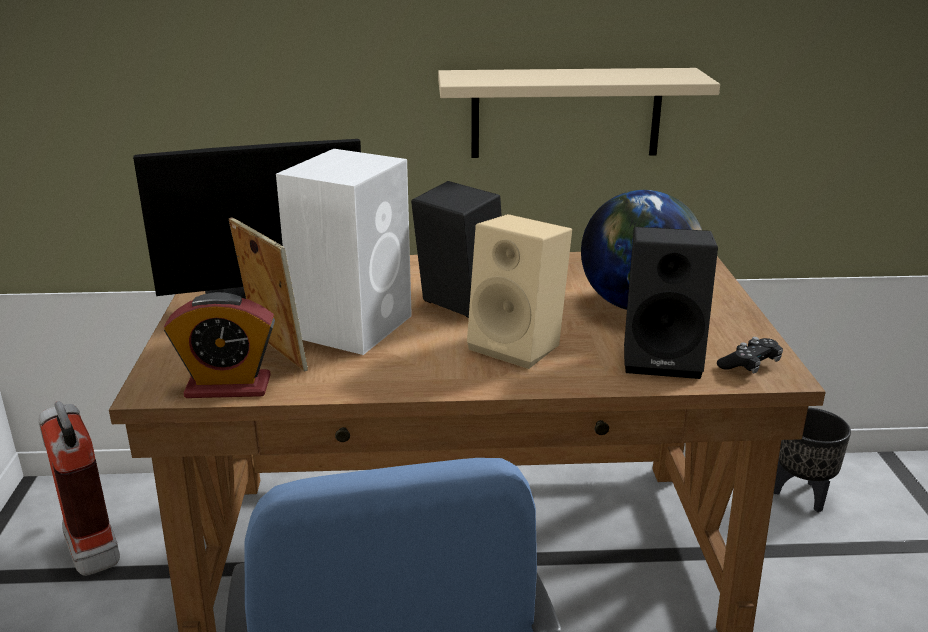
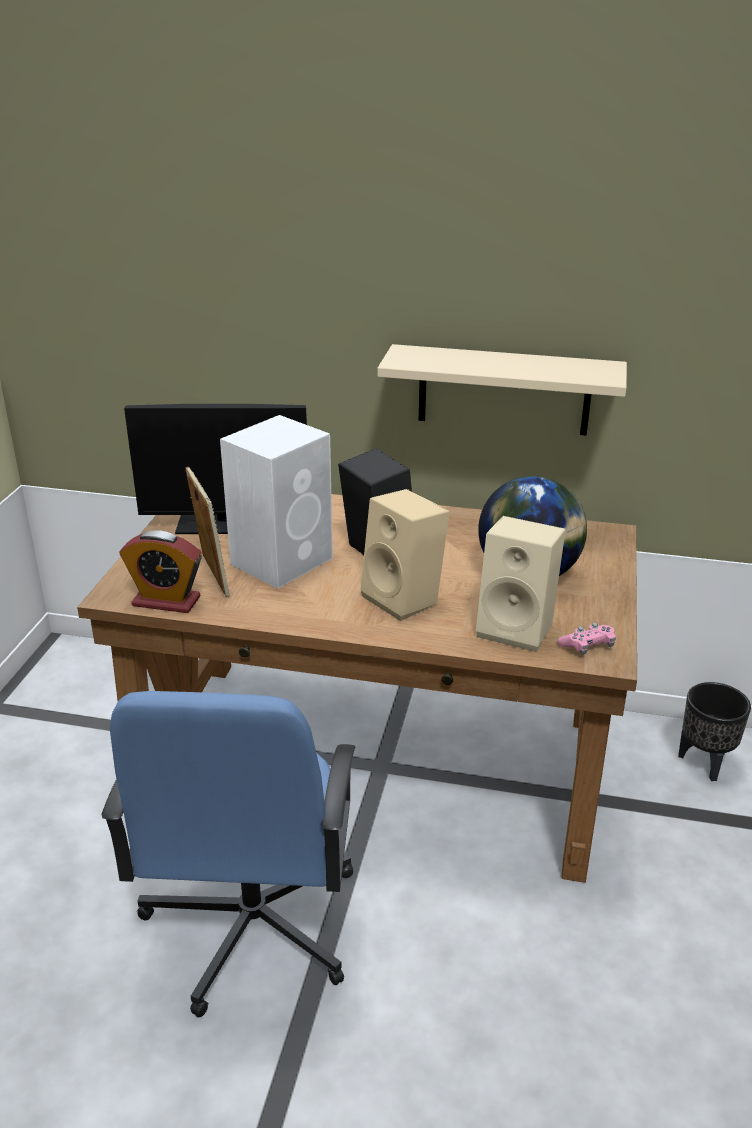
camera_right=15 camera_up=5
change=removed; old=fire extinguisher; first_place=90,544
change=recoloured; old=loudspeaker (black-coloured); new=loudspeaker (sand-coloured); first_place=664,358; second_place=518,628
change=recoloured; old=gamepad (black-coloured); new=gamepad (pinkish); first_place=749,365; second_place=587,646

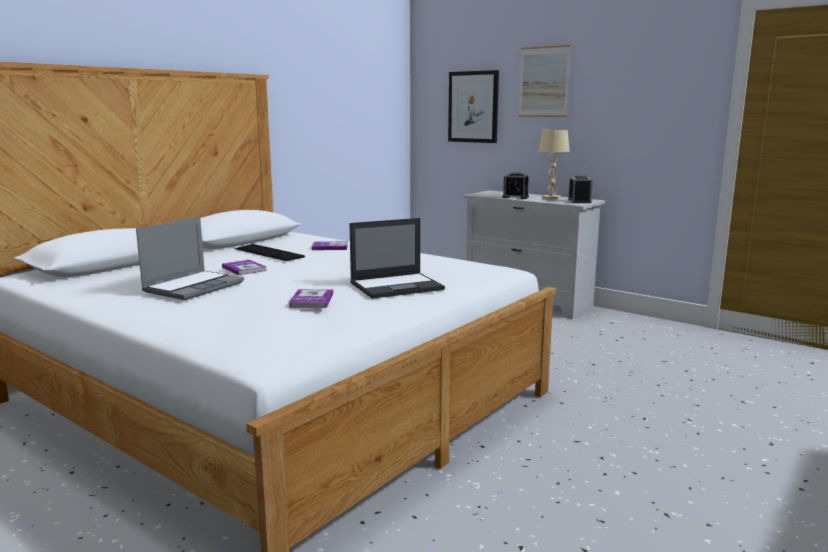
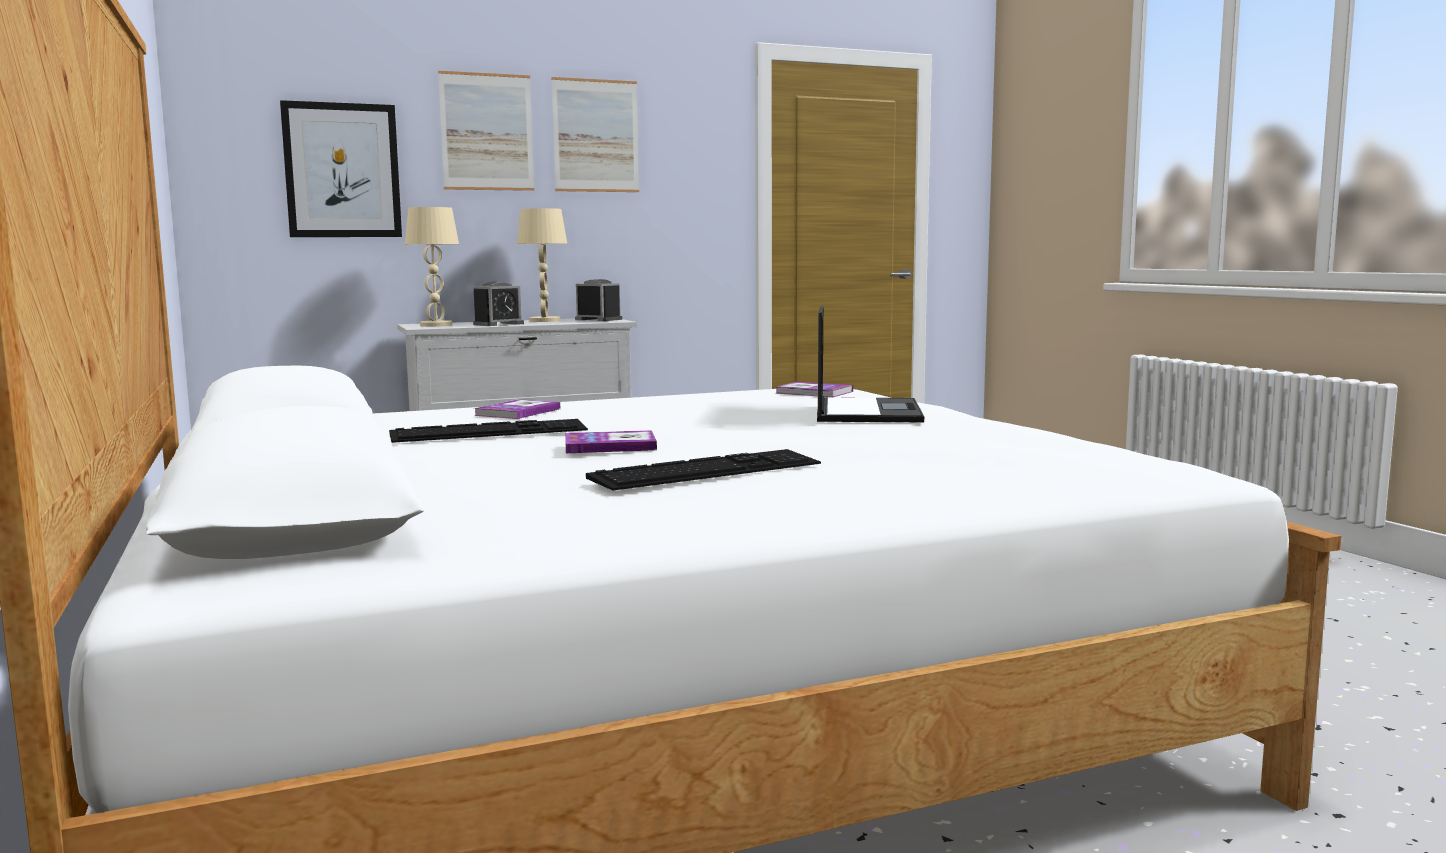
camera_right=-60 camera_up=-5
change=replaced; old=portable computer; new=computer keyboard; first_place=194,287; second_place=706,470
change=moved; old=book; first_place=311,300; second_place=814,392
change=added; new=tabletop lamp (sand-coloured); second_place=436,325
change=added; new=wall art; second_place=596,136

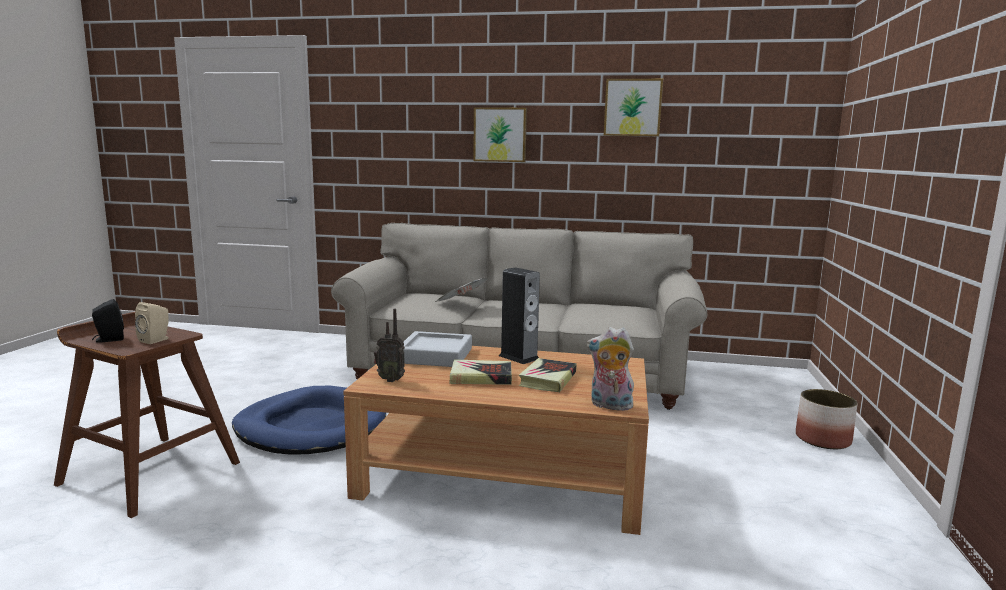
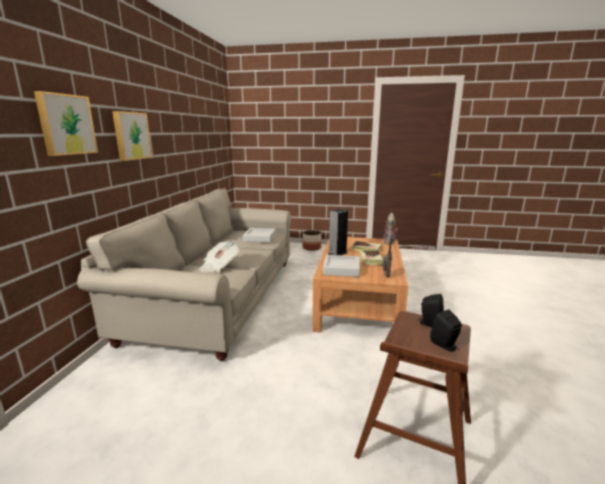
camera_right=-90 camera_up=5
change=recoloured; old=loudspeaker (sand-coloured); new=loudspeaker (black-coloured); first_place=156,340; second_place=429,324
change=removed; old=pet bed (blue); first_place=311,427
change=moved; old=wall art; first_place=632,108; second_place=66,124
change=added; new=serving tray (grey); second_place=259,238

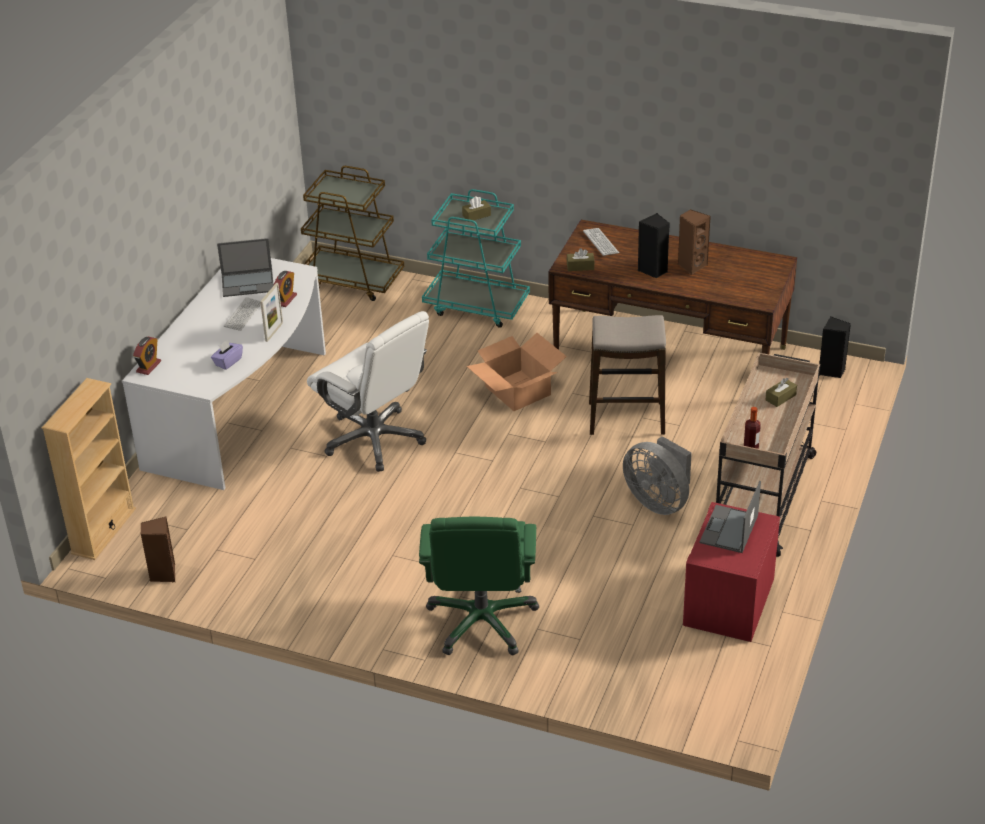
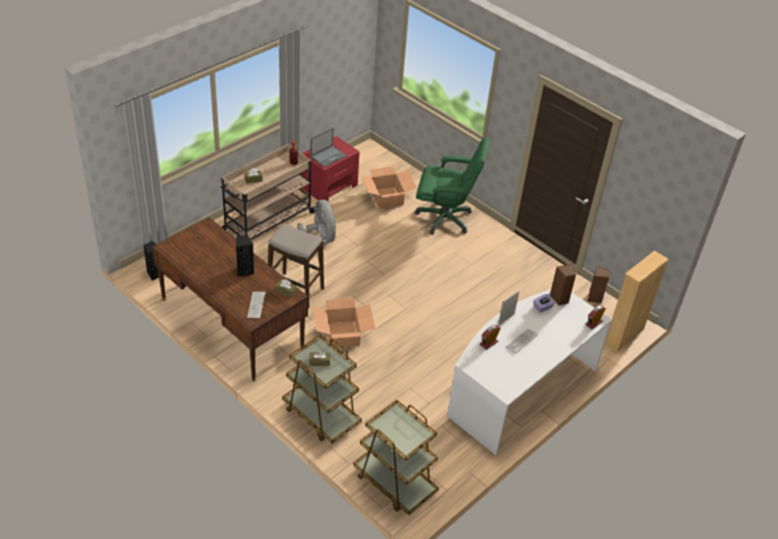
camera_right=-160 camera_up=5
change=removed; old=portable computer; first_place=248,283
change=removed; old=computer chair (whitish); first_place=375,439
change=turned; old=computer chair (green-coloured); first_place=482,621; second_place=445,218; degrees=75
change=recoloured; old=cart (turquoise-coloured); new=cart (brown-coloured); first_place=476,306; second_place=321,415
change=moved; old=loudspeaker (brown-coloured); first_place=691,265; second_place=559,299
change=added; new=cardboard box; second_place=387,197

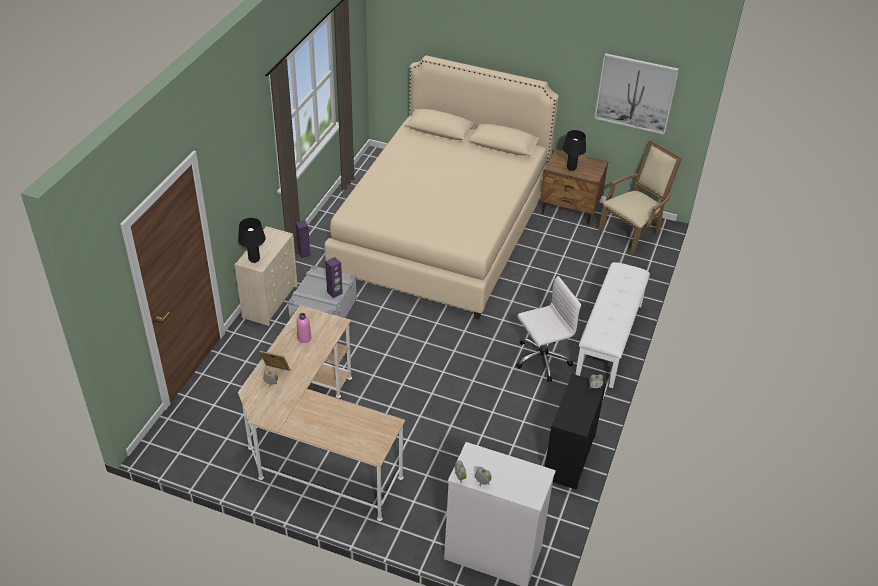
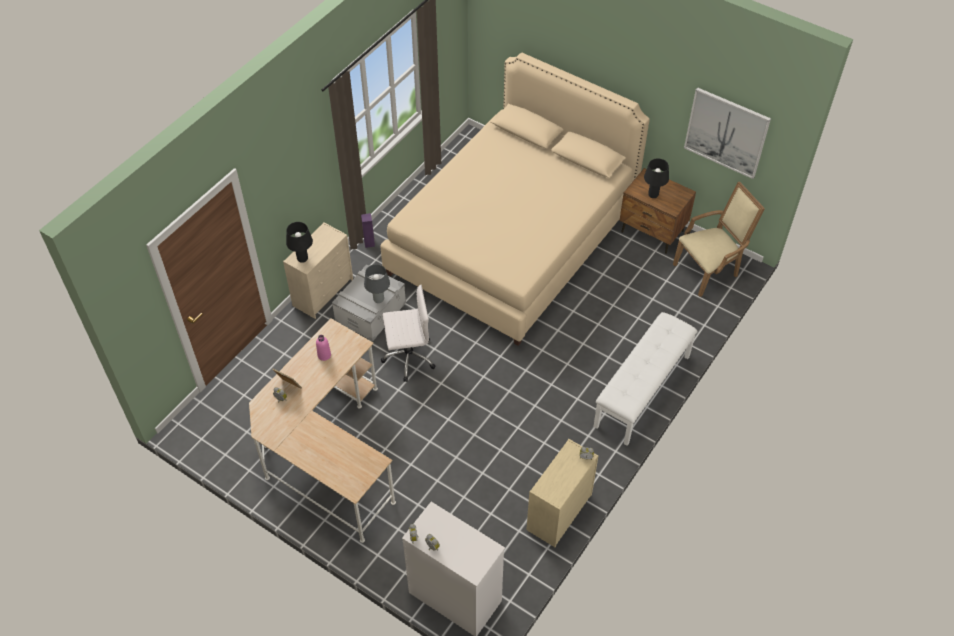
camera_right=15 camera_up=10
change=replaced; old=loudspeaker (purplish); new=tabletop lamp (grey); first_place=335,293; second_place=379,299
change=moved; old=computer chair (whitish); first_place=541,359; second_place=408,357
change=recoloured; old=dresser (black-coloured); new=dresser (sand-coloured); first_place=569,458; second_place=558,513

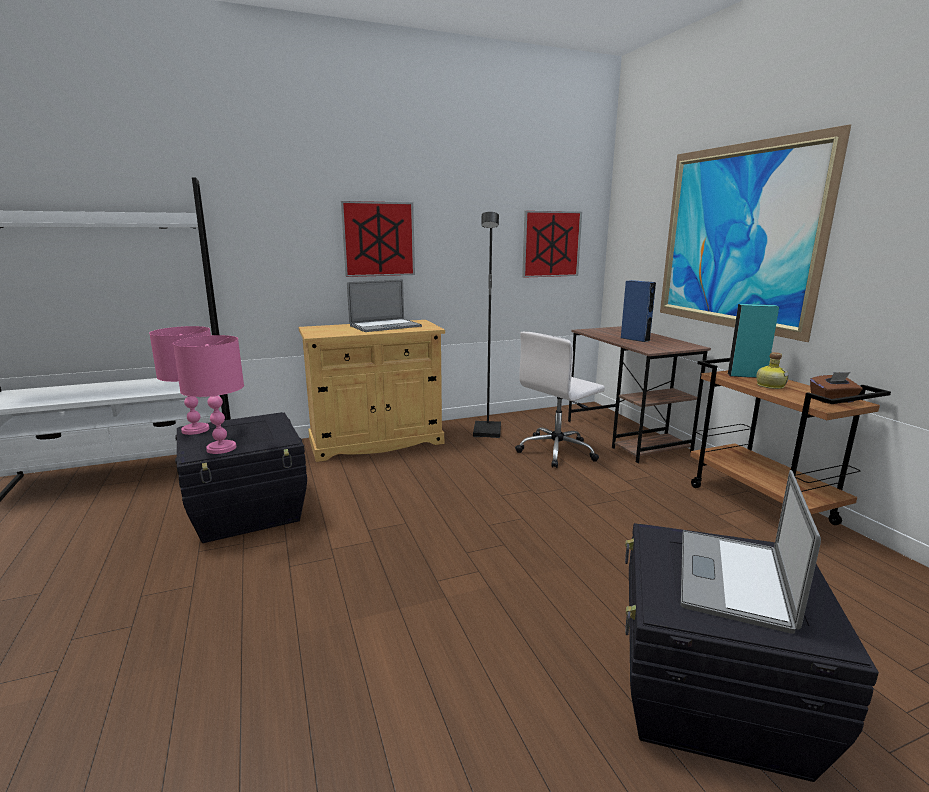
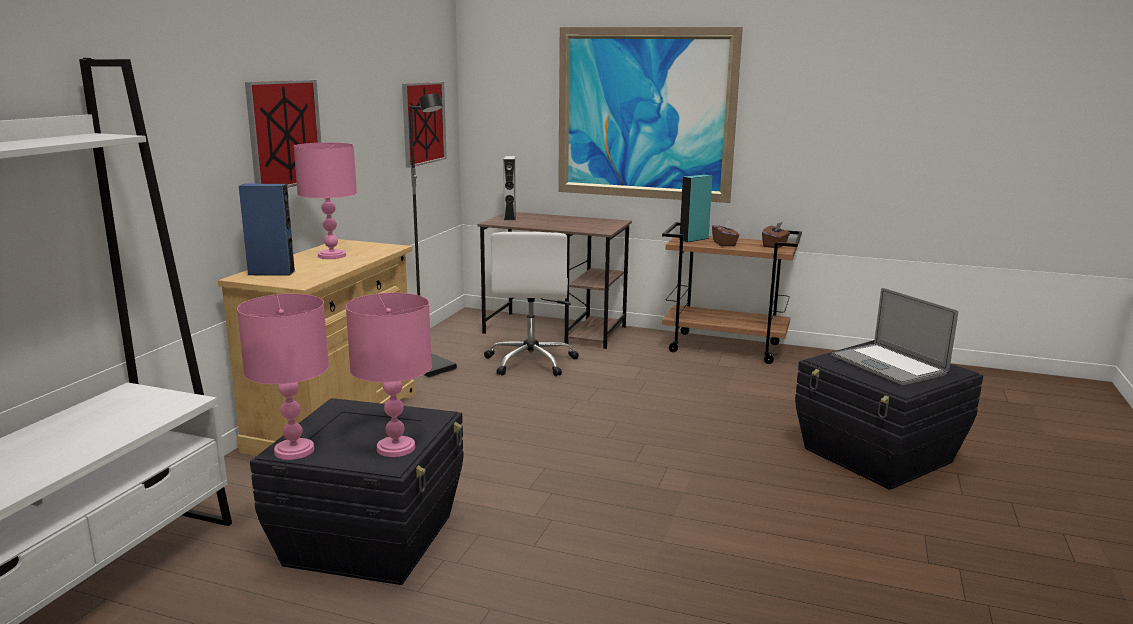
camera_right=-50 camera_up=0
change=replaced; old=portable computer; new=tabletop lamp (pinkish); first_place=385,326; second_place=332,255
change=moved; old=loudspeaker (blue); first_place=635,339; second_place=271,273
change=replaced; old=drink bottle; new=box of tissues (brown-coloured); first_place=769,385; second_place=724,244
change=added; new=loudspeaker (grey); second_place=510,217

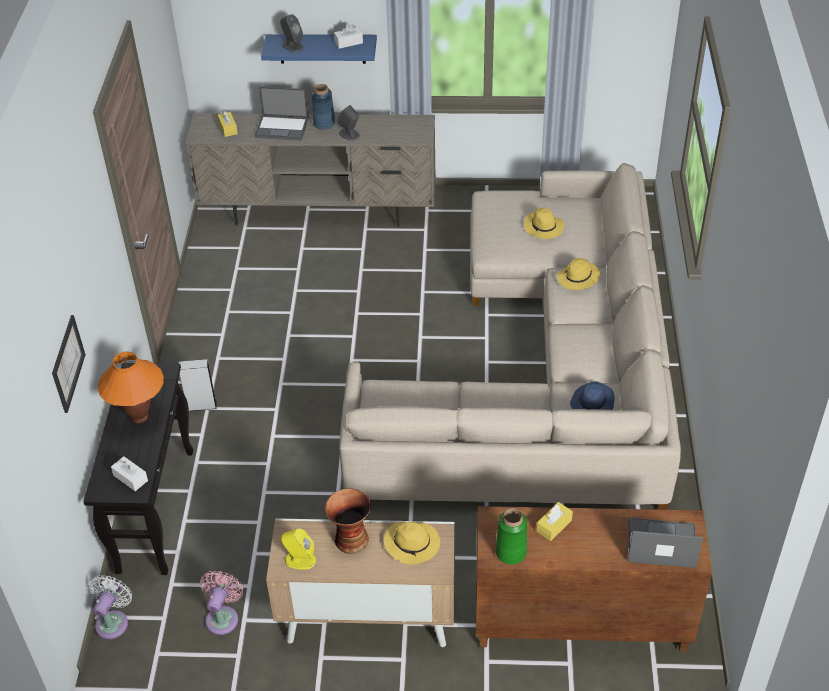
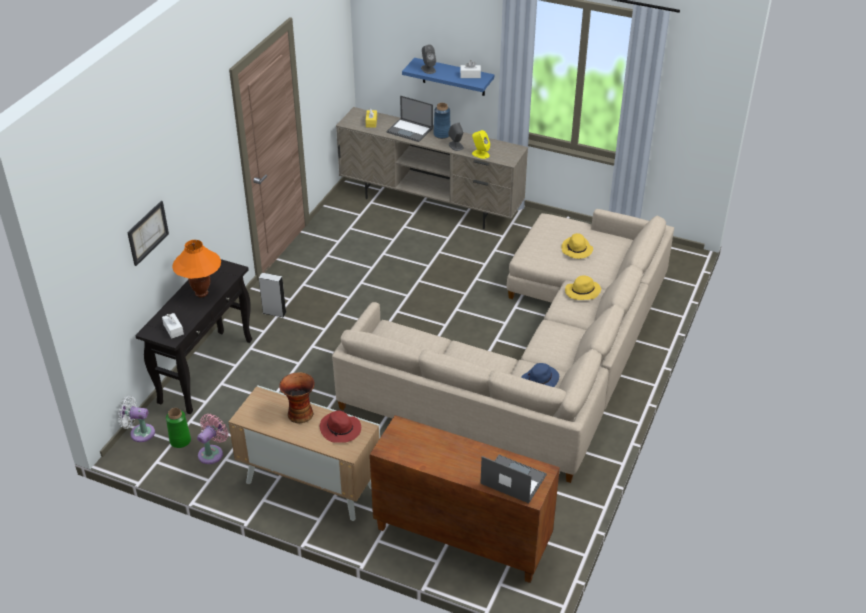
camera_right=20 camera_up=-5
change=turned; old=electric fan (whitish); first_place=113,621; second_place=139,433; degrees=-120
change=moved; old=loudspeaker (yellow); first_place=299,560; second_place=480,154
change=recoloured; old=wearable hat (yellow); new=wearable hat (red-coloured); first_place=413,544; second_place=341,429
change=moved; old=decorative vase (green-coloured); first_place=511,552; second_place=180,441
change=removed; old=box of tissues (yellow); first_place=554,525

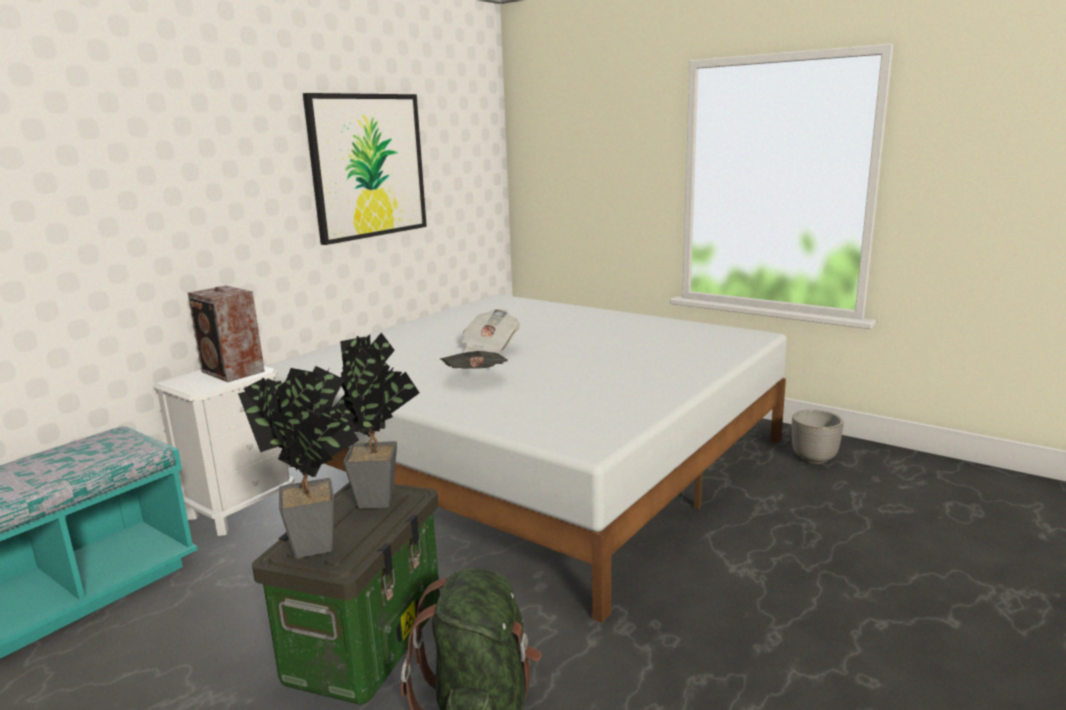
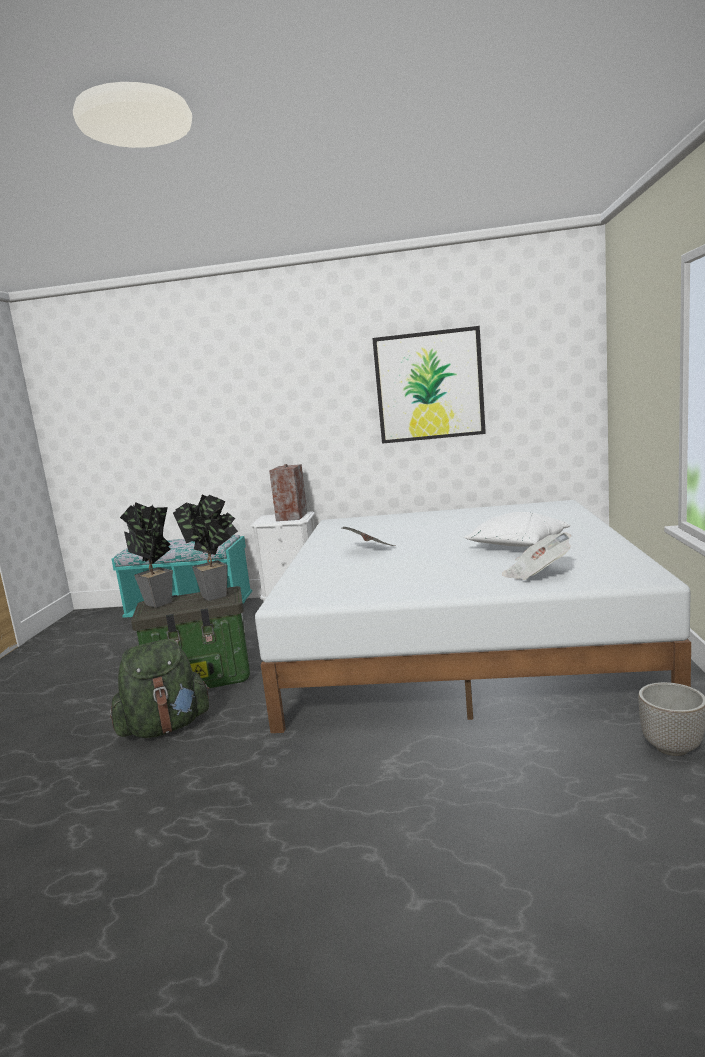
camera_right=60 camera_up=-5
change=moved; old=daily paper; first_place=488,350; second_place=536,574
change=added; new=throw pillow (whitish); second_place=517,546

